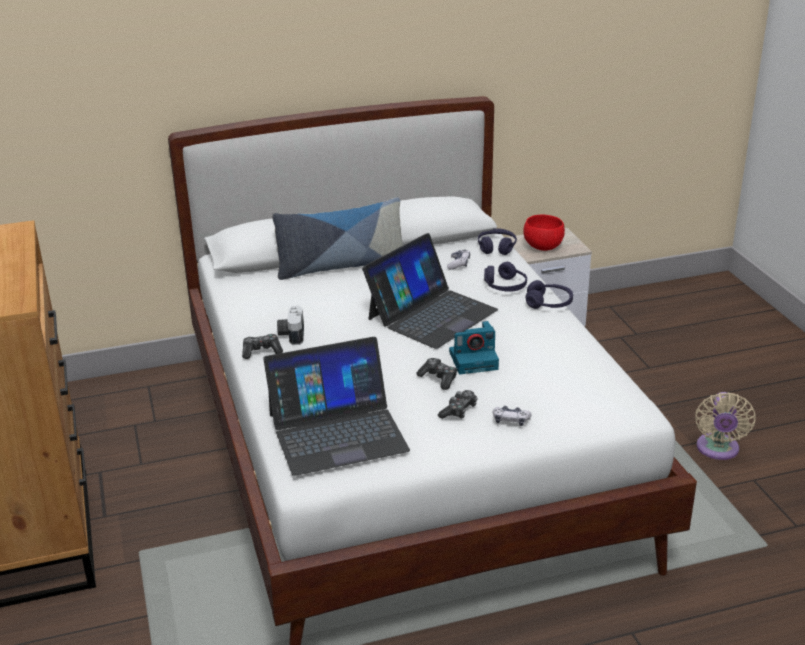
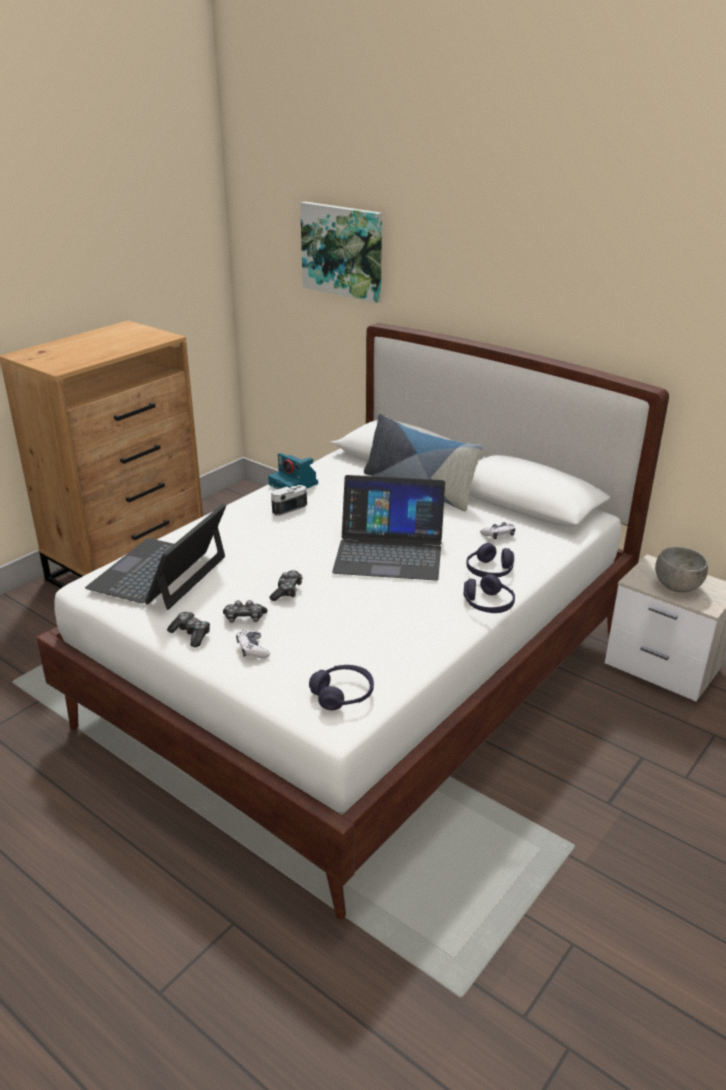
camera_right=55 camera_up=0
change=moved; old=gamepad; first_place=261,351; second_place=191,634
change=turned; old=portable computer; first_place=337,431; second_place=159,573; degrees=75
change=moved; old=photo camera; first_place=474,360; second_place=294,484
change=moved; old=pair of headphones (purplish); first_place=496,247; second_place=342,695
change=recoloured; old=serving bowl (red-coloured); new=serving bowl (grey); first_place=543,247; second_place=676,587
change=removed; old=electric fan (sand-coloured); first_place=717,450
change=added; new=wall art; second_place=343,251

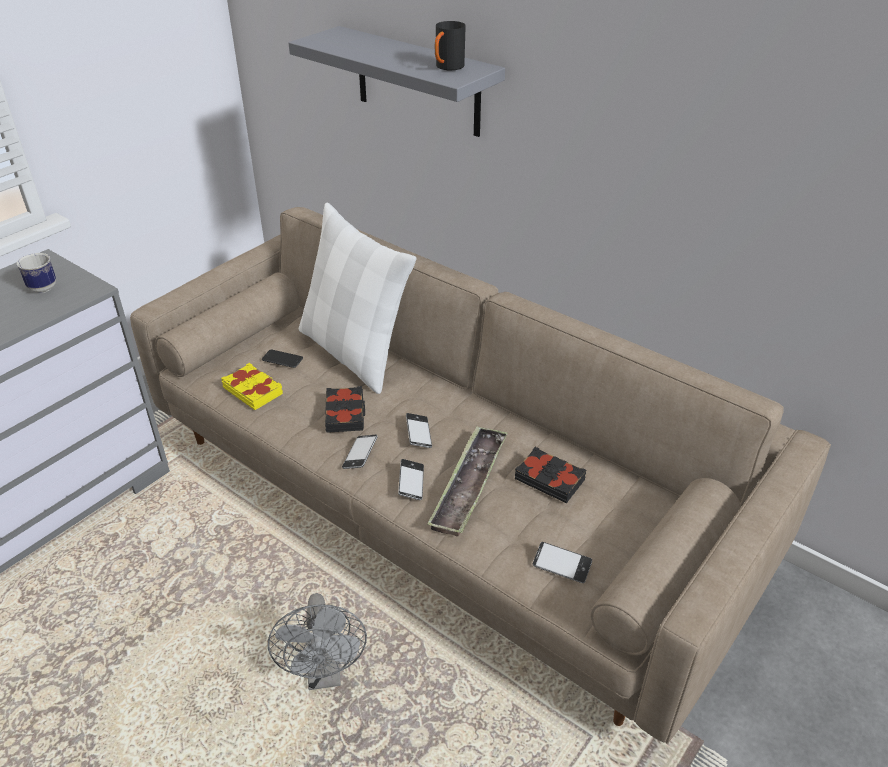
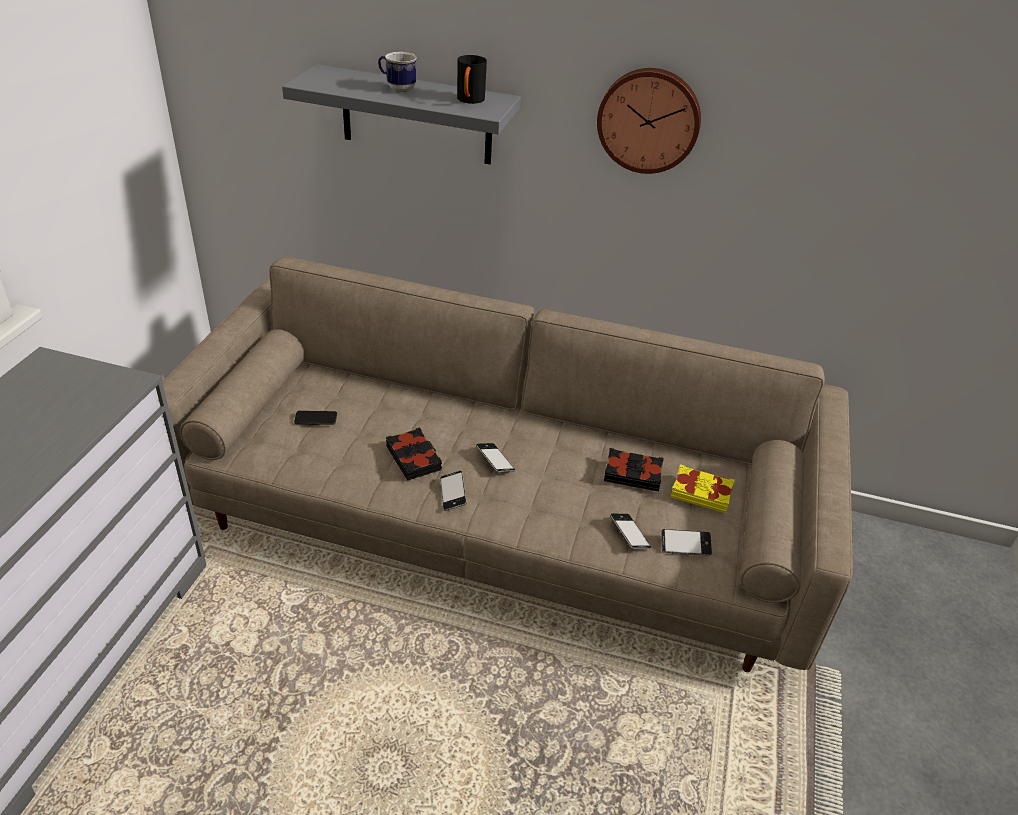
camera_right=-25 camera_up=0
change=moved; old=tea mug; first_place=40,286; second_place=397,88
change=moved; old=book (yellow); first_place=253,390; second_place=701,492
change=removed; old=electric fan (grey); first_place=325,674
change=removed; old=throw pillow (whitish); first_place=354,353
change=moved; old=handset; first_place=411,482; second_place=629,534
change=removed; old=serving tray; first_place=469,485
change=added; new=clock on the wall; second_place=649,120

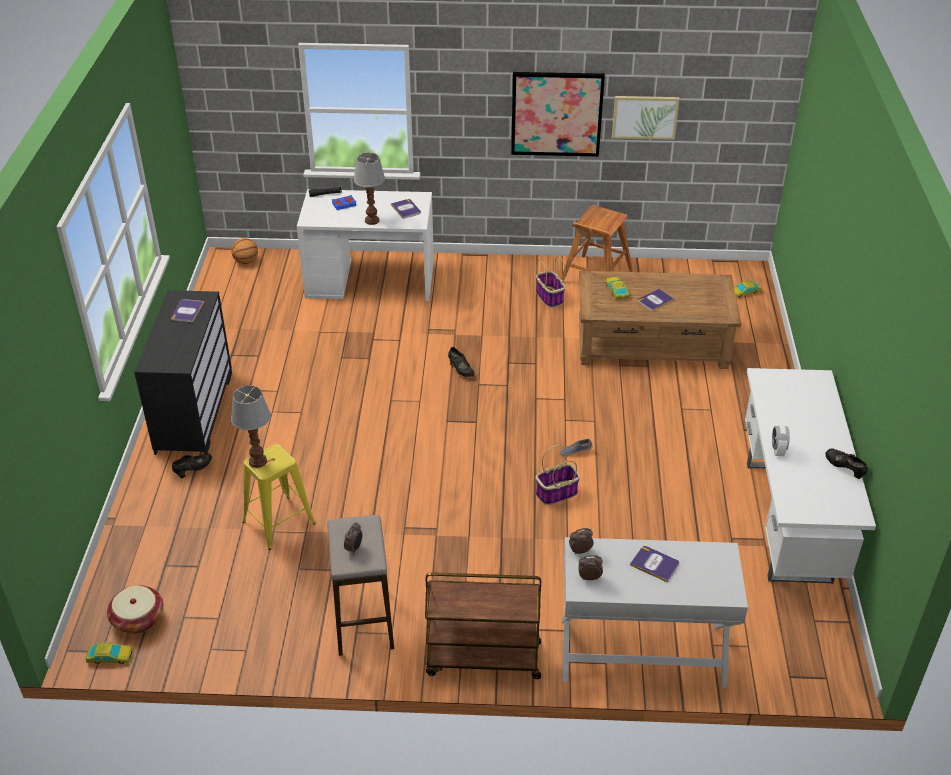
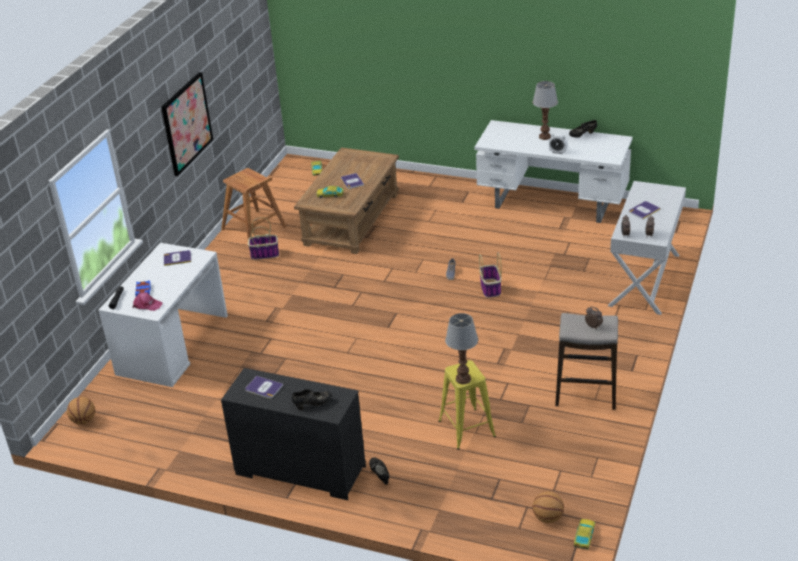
camera_right=-70 camera_up=-5
change=replaced; old=basket; new=basketball; first_place=138,619; second_place=548,517
change=moved; old=tabletop lamp; first_place=371,220; second_place=544,137
change=removed; old=cart (brown-coloured); first_place=482,659
change=moved; old=shoe (black-coloured); first_place=460,370; second_place=313,404
change=removed; old=wall art; first_place=645,117
change=added; new=baseball cap (pinkish); second_place=147,305

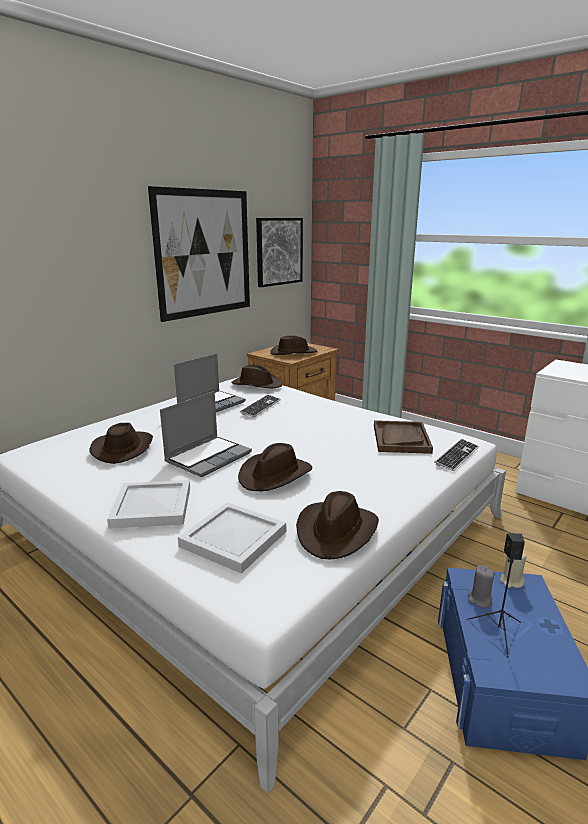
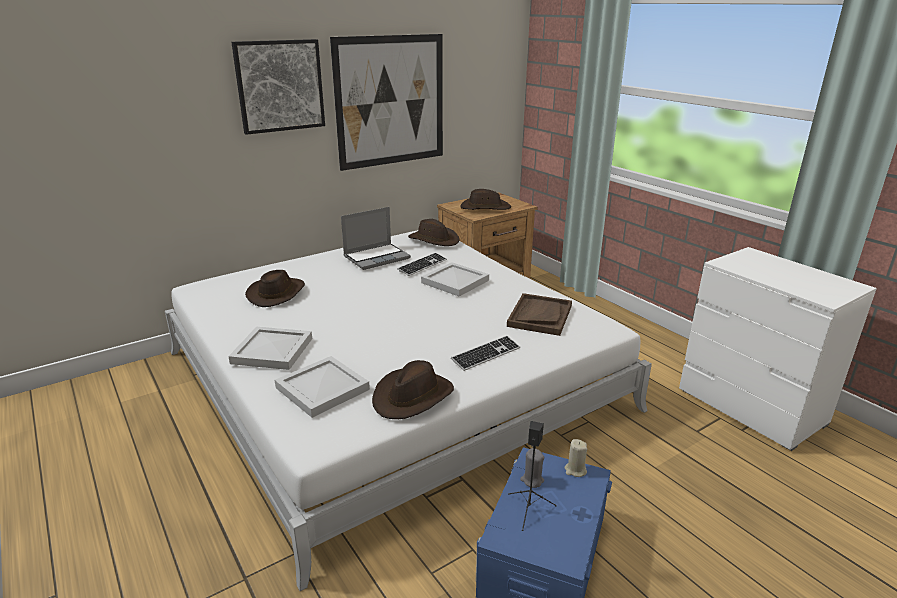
camera_right=15 camera_up=5
change=removed; old=portable computer; first_place=208,457
change=removed; old=wearable hat (brown-coloured); first_place=275,475
change=moved; old=wall art; first_place=279,251; second_place=280,86
change=moved; old=computer keyboard; first_place=457,456; second_place=486,354
change=added; new=serving tray (whitish); second_place=456,281

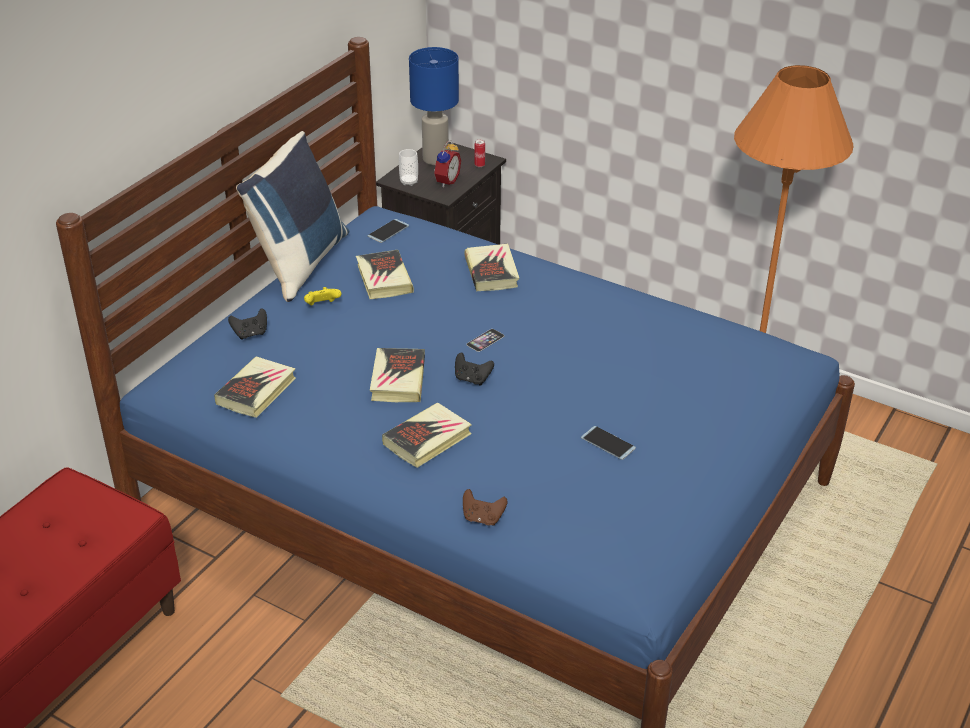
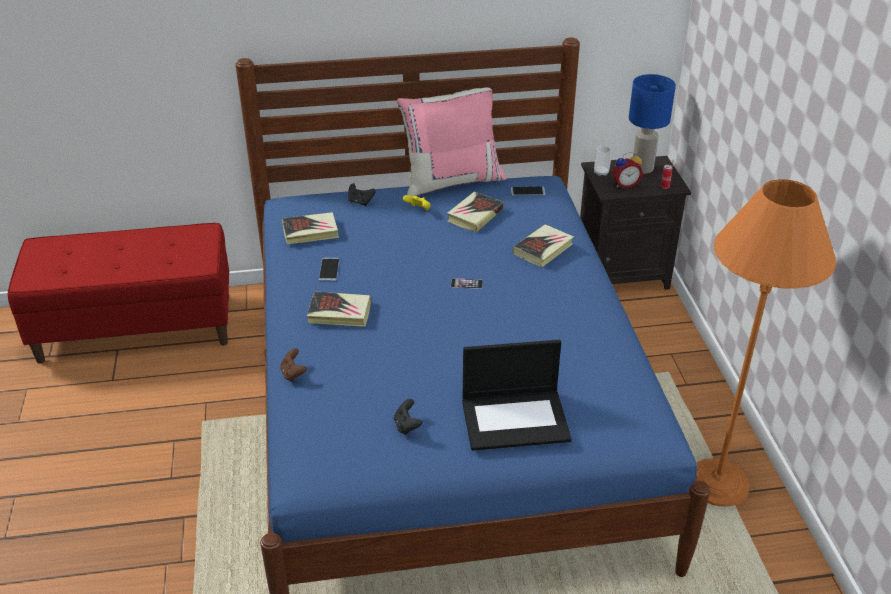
camera_right=50 camera_up=0
change=recoloured; old=throw pillow (blue); new=throw pillow (pinkish); first_place=300,262; second_place=451,181
change=removed; old=book; first_place=398,379
change=moved; old=gamepad (black-coloured); first_place=472,379; second_place=407,426
change=moved; old=handset; first_place=608,443; second_place=329,269
change=added; new=portable computer; second_place=516,419

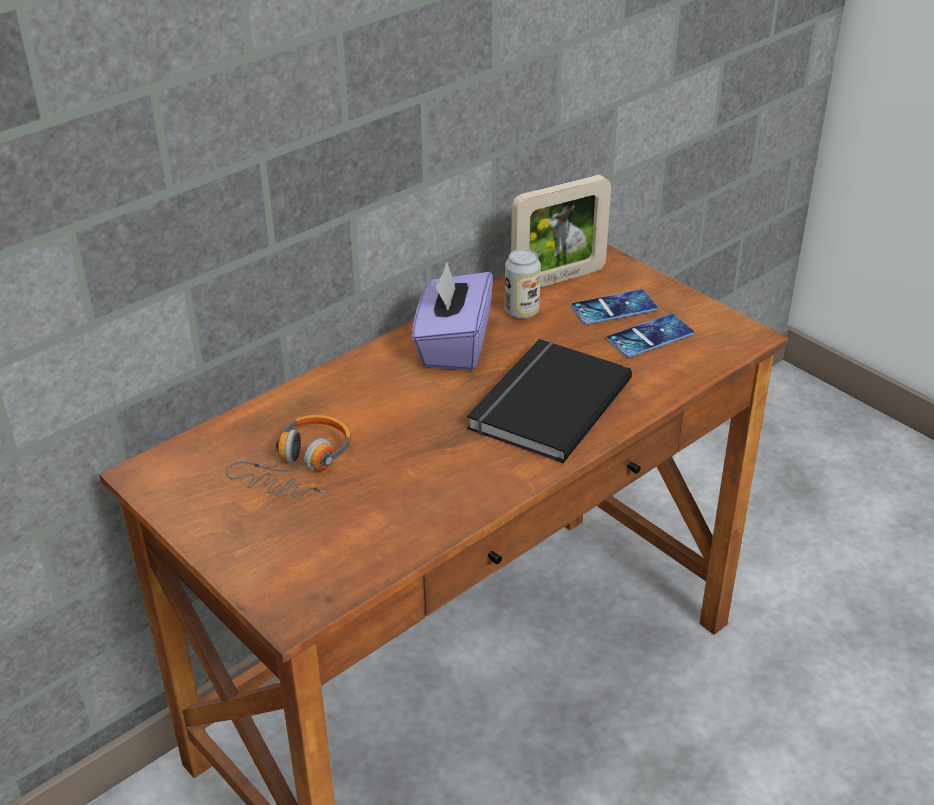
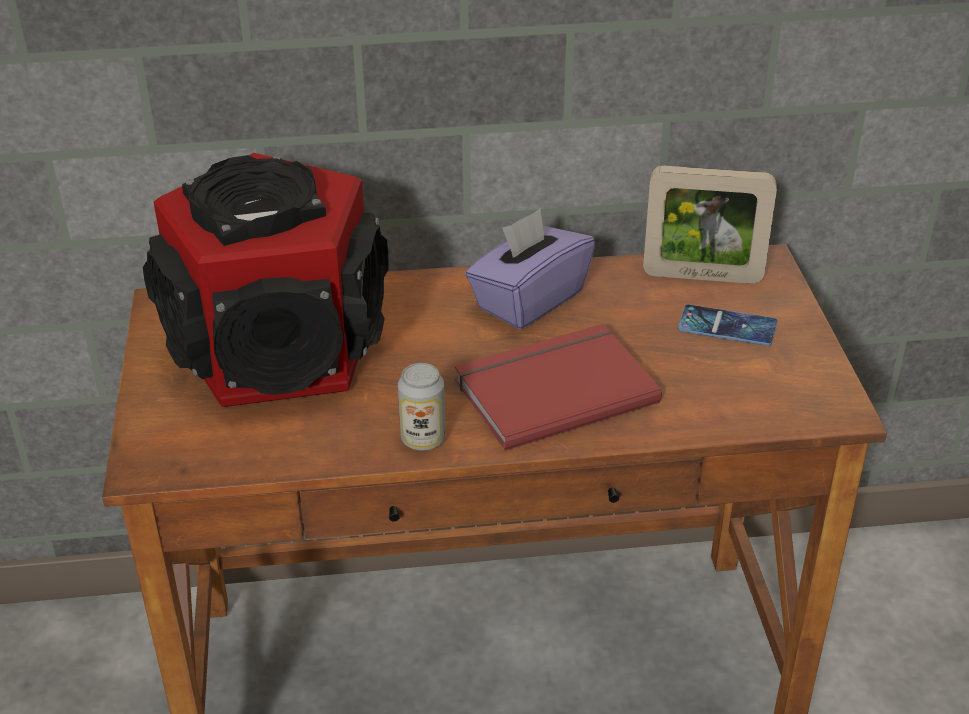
camera_right=35 camera_up=0
change=replaced; old=pair of headphones; new=loudspeaker; first_place=299,467; second_place=281,351
change=recoloured; old=book (black-coloured); new=book (red-coloured); first_place=545,403; second_place=552,389
change=moved; old=metal can; first_place=521,311; second_place=423,439
change=removed; old=handset; first_place=650,336

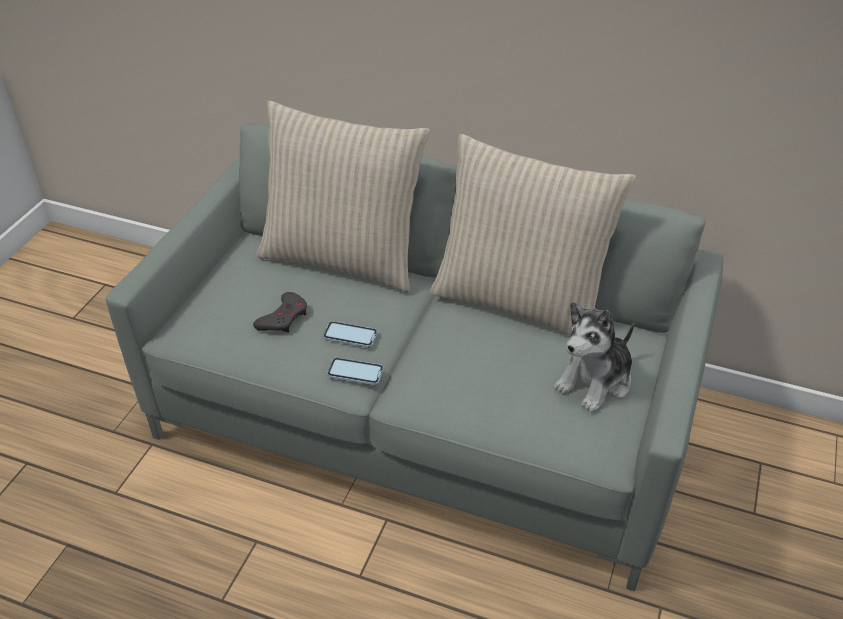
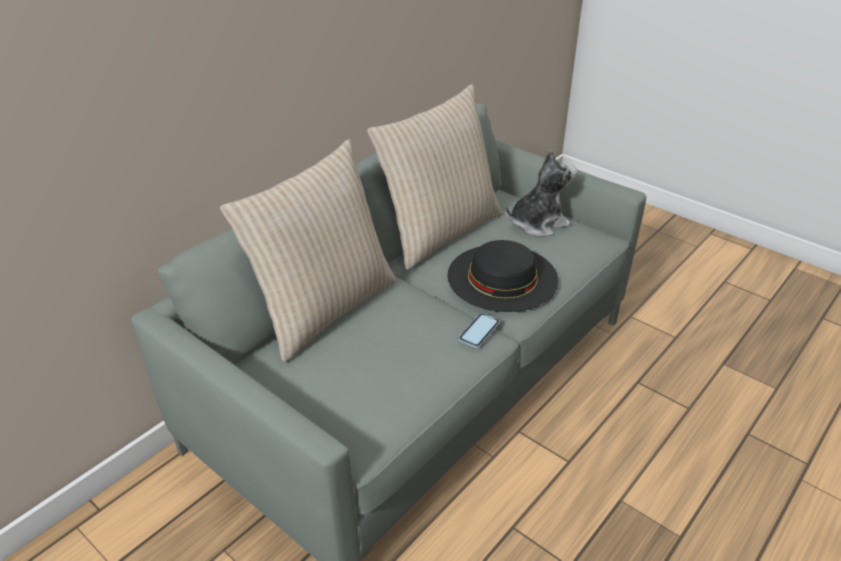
camera_right=-70 camera_up=-5
change=removed; old=gamepad (grey); first_place=283,318
change=removed; old=handset; first_place=350,336
change=turned; old=soft toy; first_place=595,381; second_place=537,223; degrees=-90
change=added; new=wearable hat (black-coloured); second_place=502,277

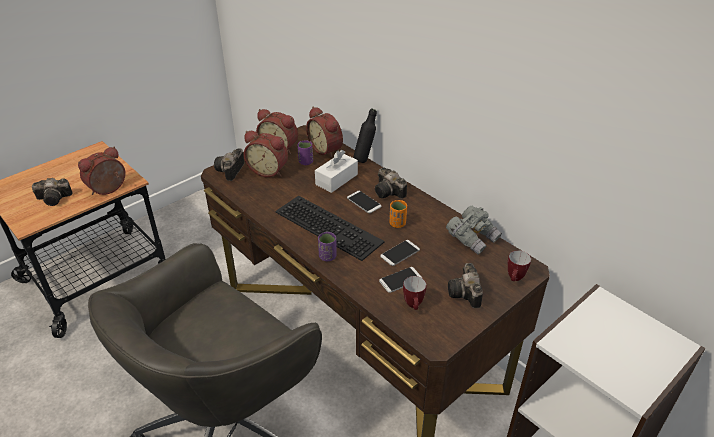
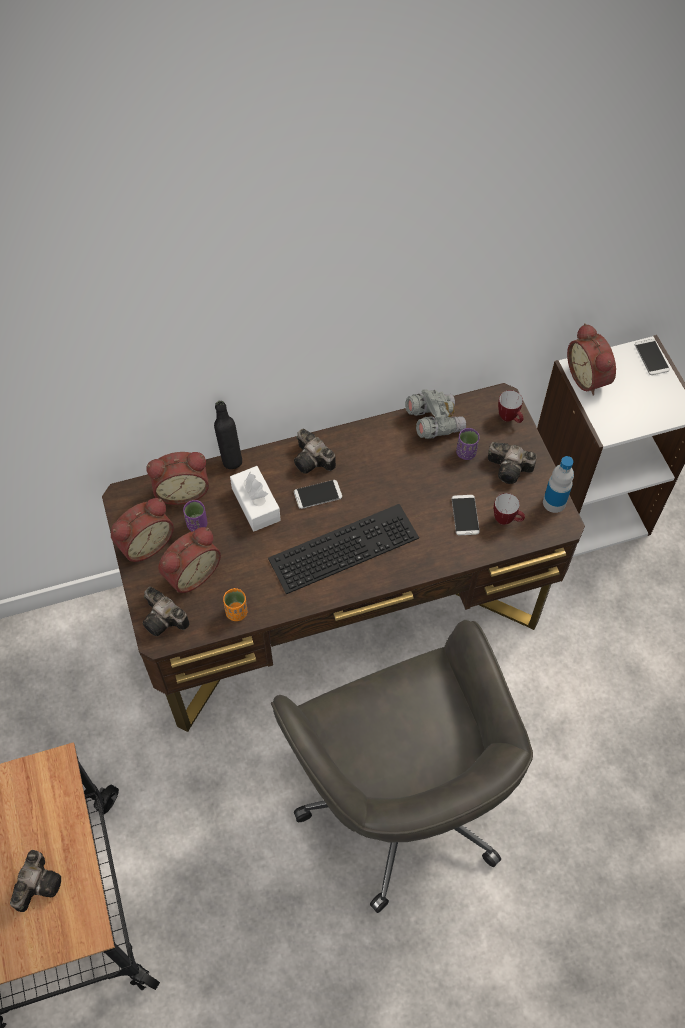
camera_right=-65 camera_up=20
change=moved; old=alarm clock; first_place=109,190; second_place=589,377
change=moved; old=drinking cup (purplish); first_place=327,257; second_place=466,453
change=turned; old=photo camera; first_place=389,192; second_place=313,461; degrees=60
change=moved; old=handset; first_place=400,253; second_place=651,357
change=moved; old=drinking cup (orangey); first_place=397,224; second_place=236,612
change=added; new=drink bottle; second_place=554,502

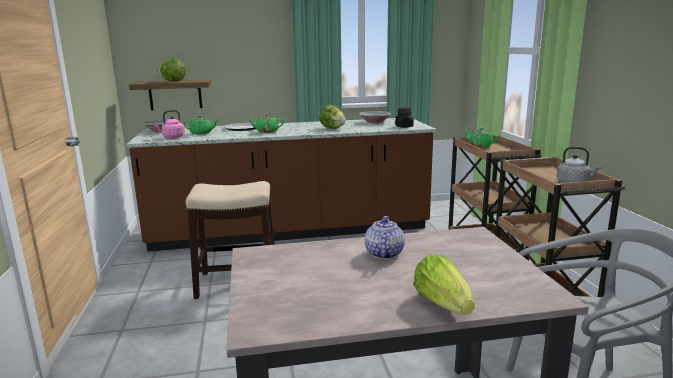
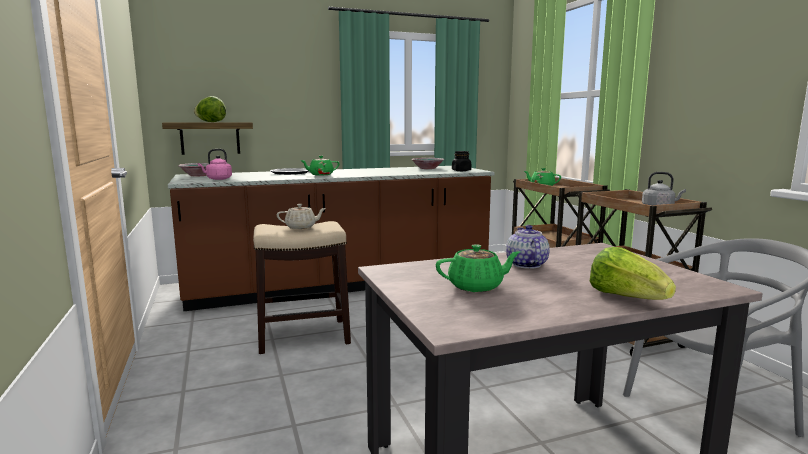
camera_right=-10 camera_up=-5
change=moved; old=tea pot (green-coloured); first_place=202,133; second_place=476,286
change=removed; old=lettuce; first_place=332,128
change=added; new=tea pot (sand-coloured); second_place=301,227

